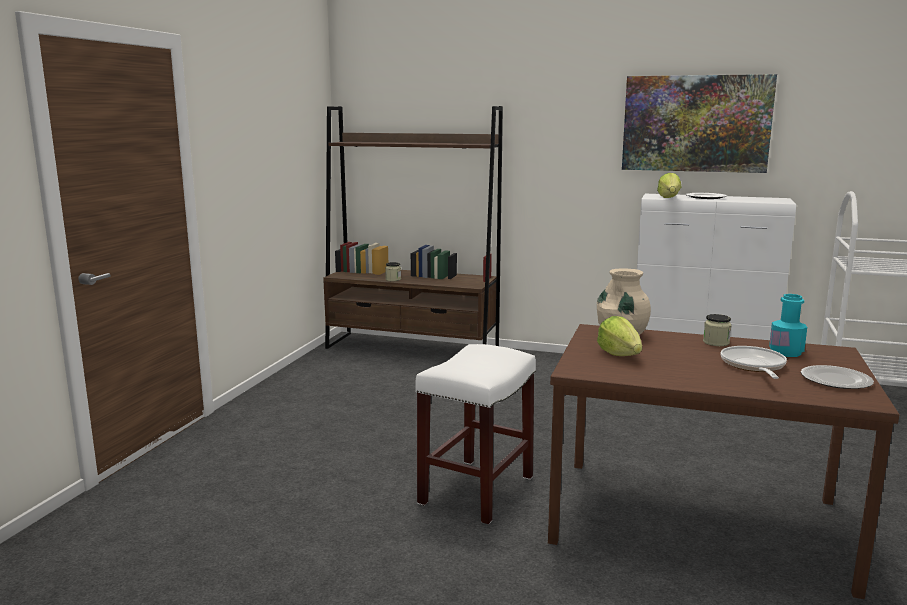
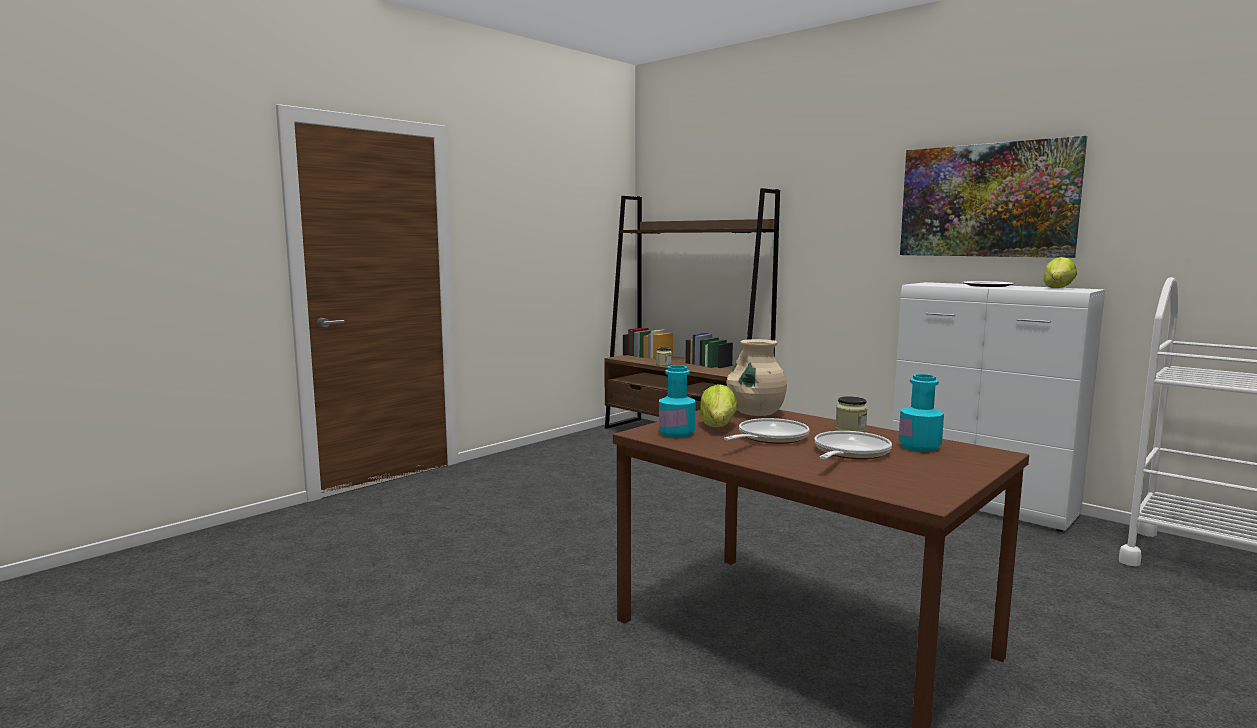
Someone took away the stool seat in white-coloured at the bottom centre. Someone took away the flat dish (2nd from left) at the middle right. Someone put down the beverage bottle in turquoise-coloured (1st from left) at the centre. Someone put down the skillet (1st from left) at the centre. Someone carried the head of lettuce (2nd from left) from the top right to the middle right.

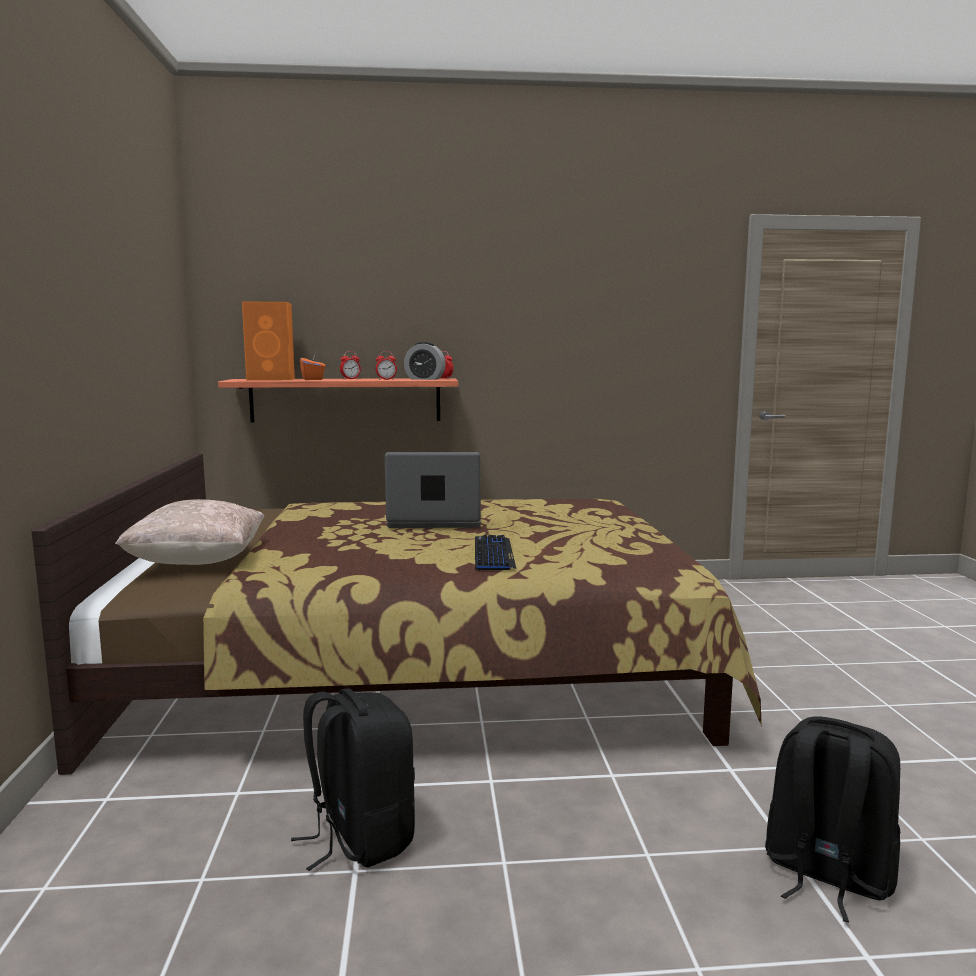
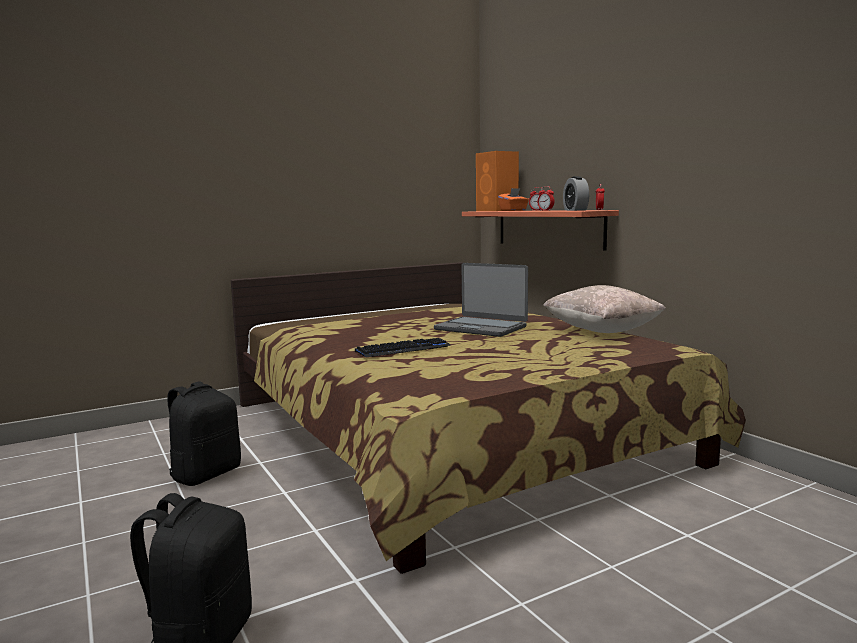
Someone carried the pillow in sand-coloured from the middle left to the middle right. Someone rotated the portable computer at the centre by 150 degrees clockwise.

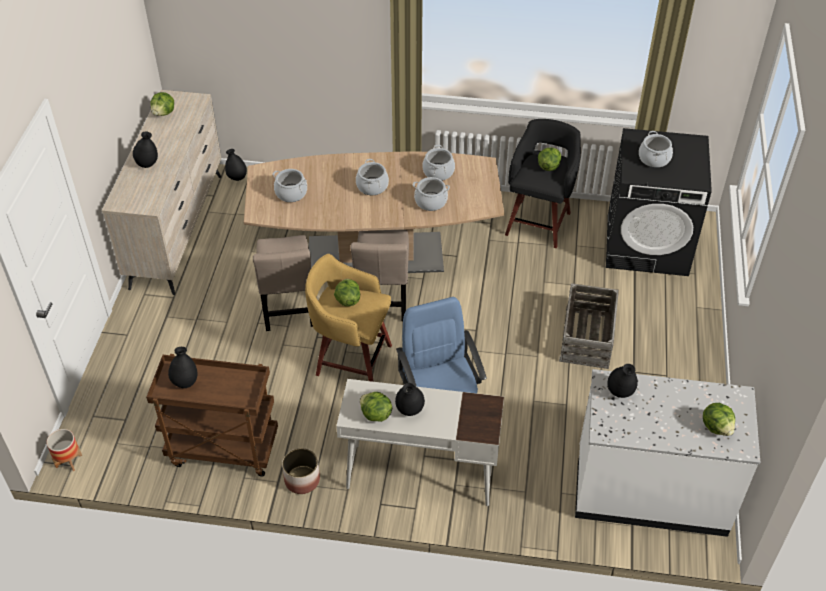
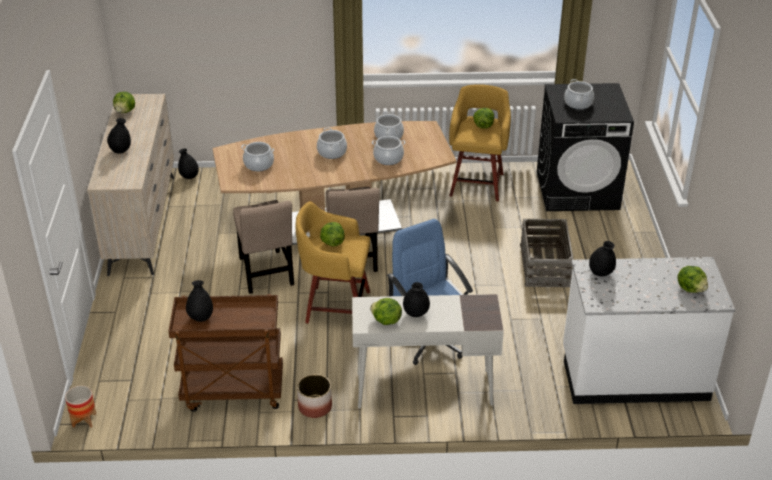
Someone repainted the stool seat in blackish at the top centre, which became the stool seat in yellow (2nd from left) at the top centre.

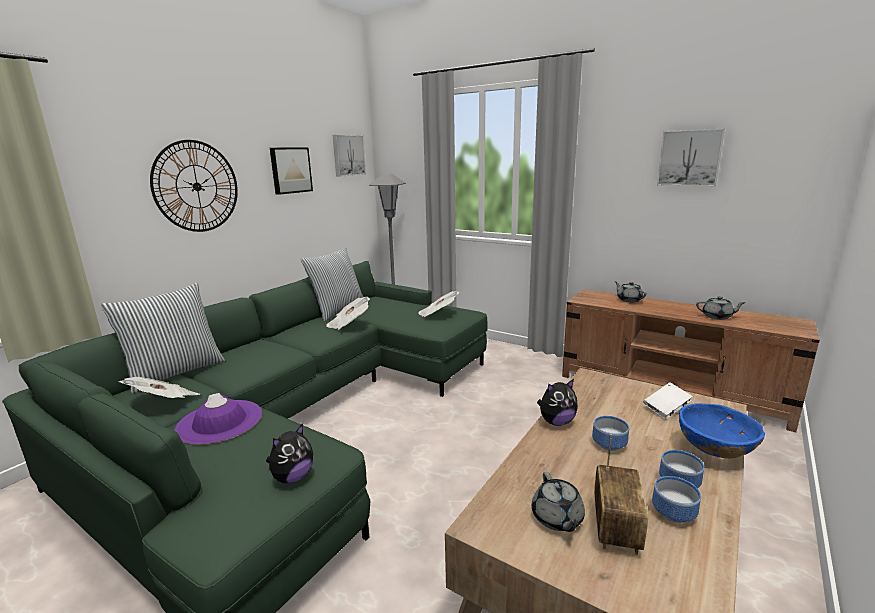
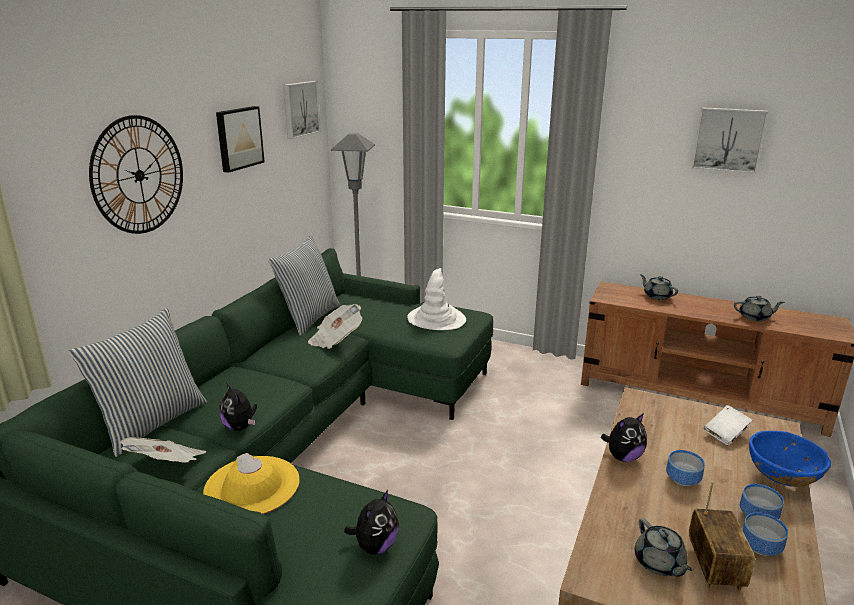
Someone put down the soft toy (1st from left) at the bottom left. Someone swapped the daily paper (3rd from left) at the centre for the hat in white-coloured at the centre. Someone repainted the hat in purple-coloured at the bottom left, which became the hat in yellow at the bottom left.

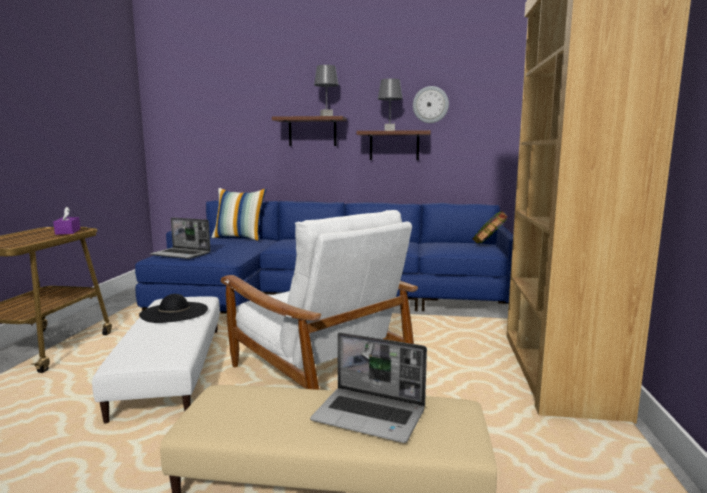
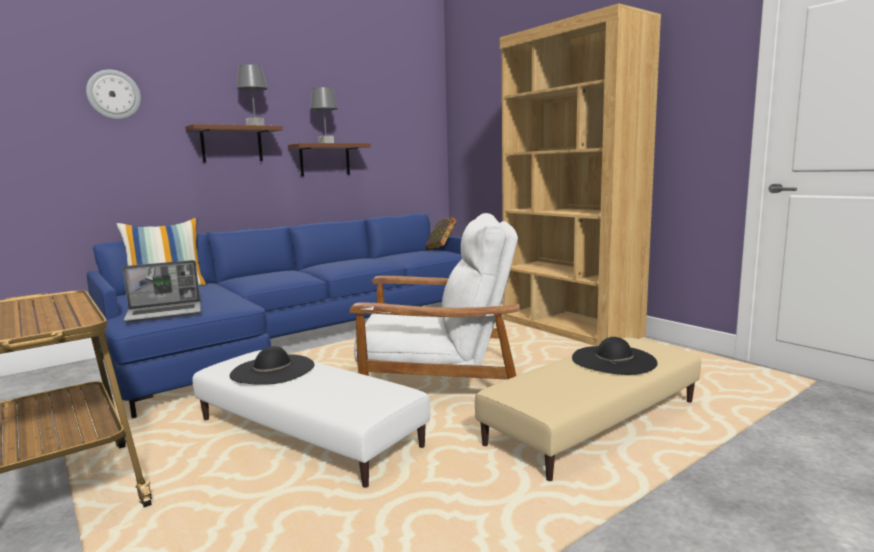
Someone took away the tissue holder in purple-coloured at the middle left. Someone carried the wall clock from the top centre to the top left. Someone swapped the portable computer (2nd from left) at the bottom centre for the hat in blackish (2nd from left) at the middle right.

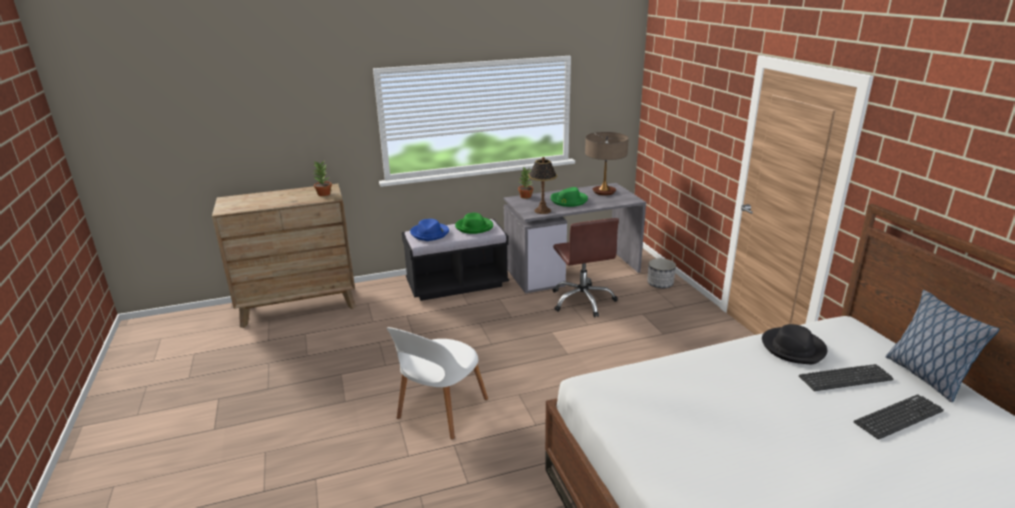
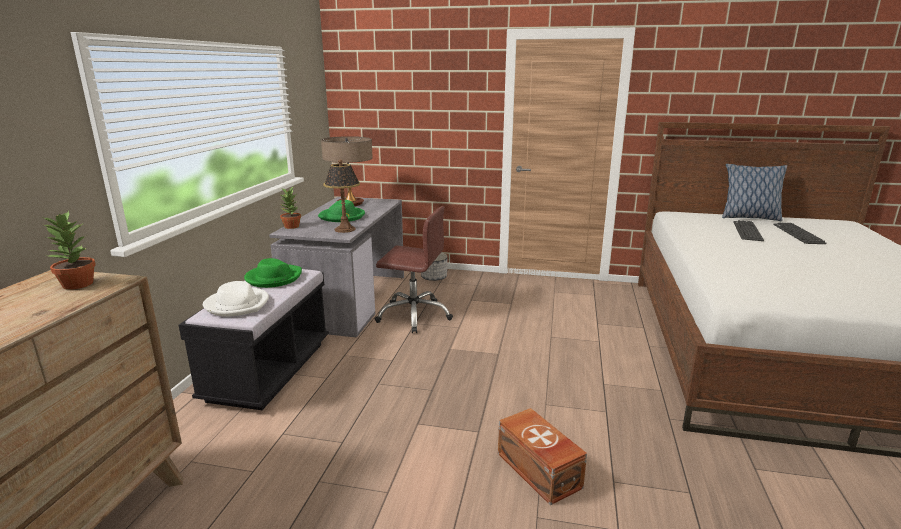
Someone took away the hat in blackish at the bottom right. Someone swapped the plain chair in white-coloured at the bottom centre for the storage container in brownish at the bottom centre. Someone repainted the hat in blue-coloured at the centre, which became the hat in white-coloured at the middle left.

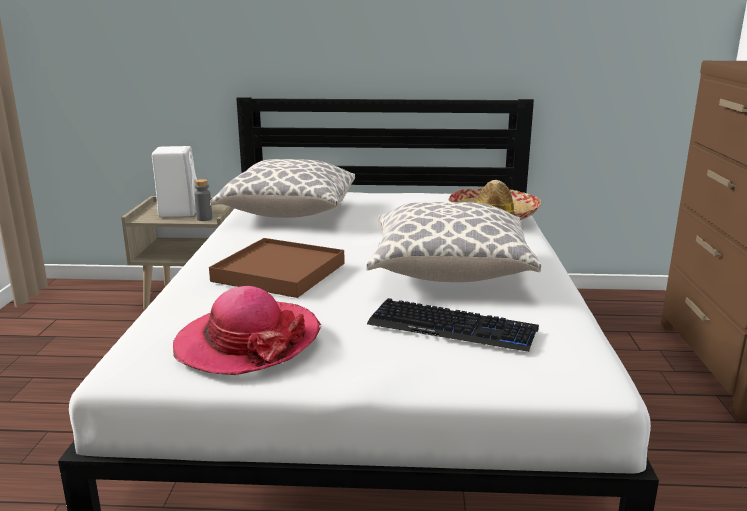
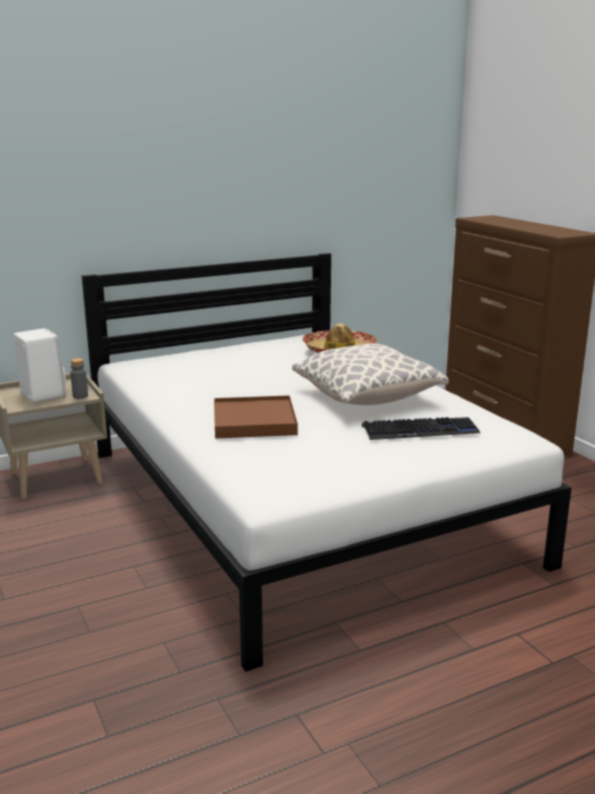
Someone took away the hat (1st from left) at the middle left. Someone took away the pillow (1st from left) at the centre.

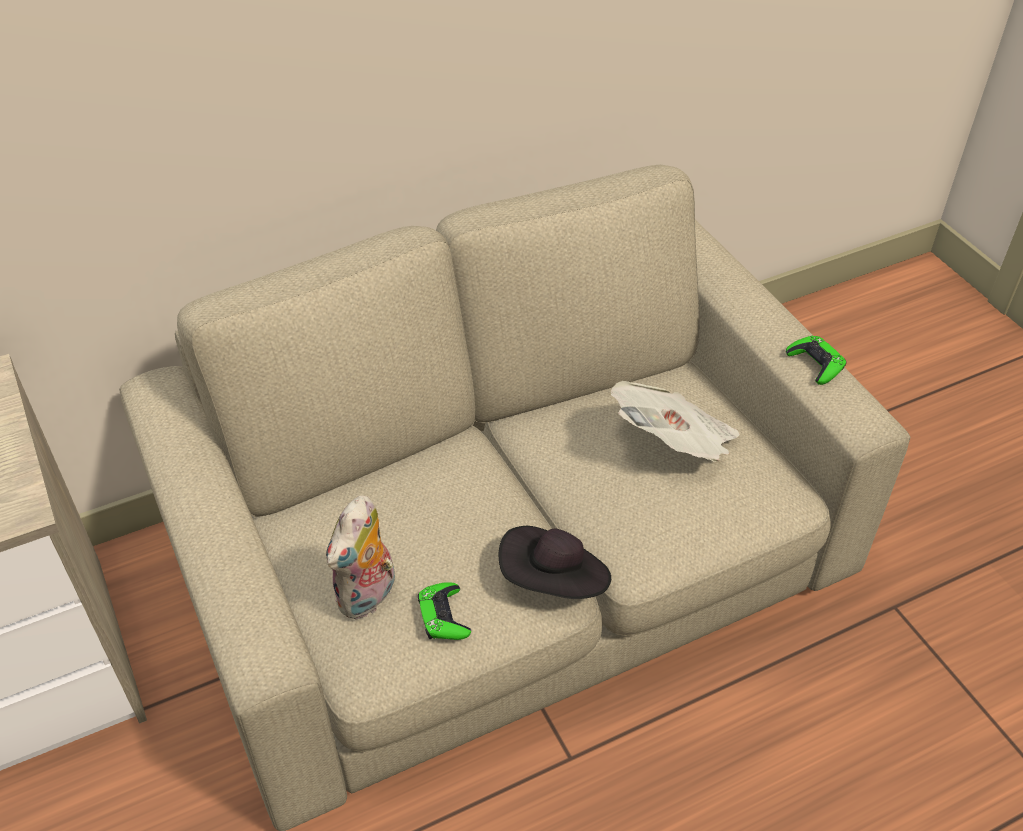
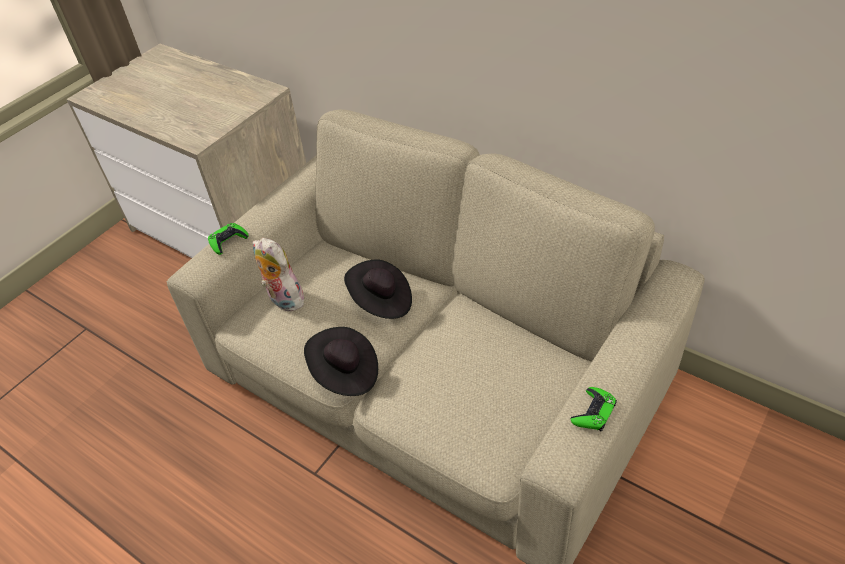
Someone took away the daily paper at the centre. Someone put down the hat in blackish (2nd from left) at the centre. Someone carried the joypad in greenish (1st from left) from the bottom centre to the middle left. Someone rotated the soft toy at the bottom centre by 45 degrees clockwise.

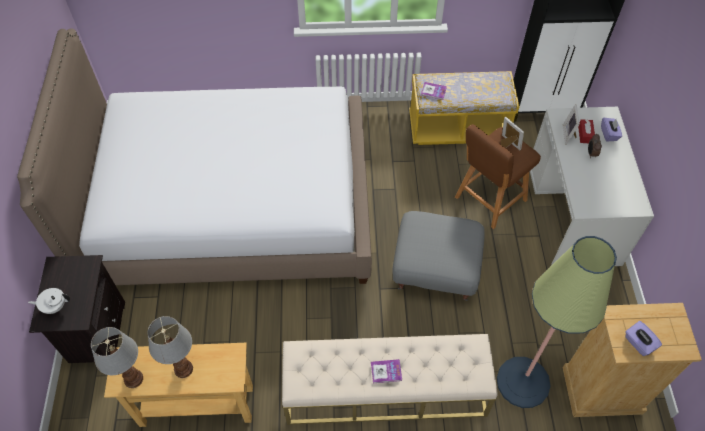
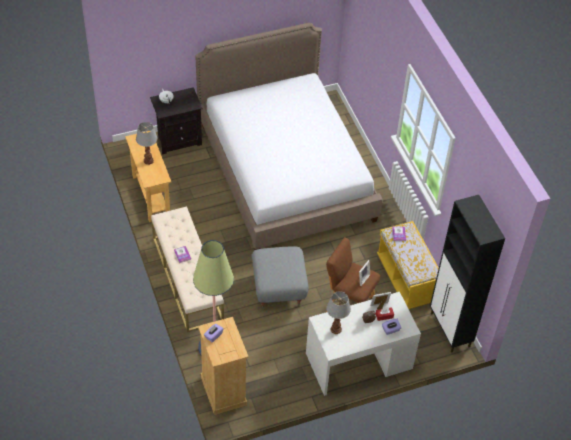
Someone carried the tabletop lamp (1st from left in the first image) from the bottom left to the bottom centre.

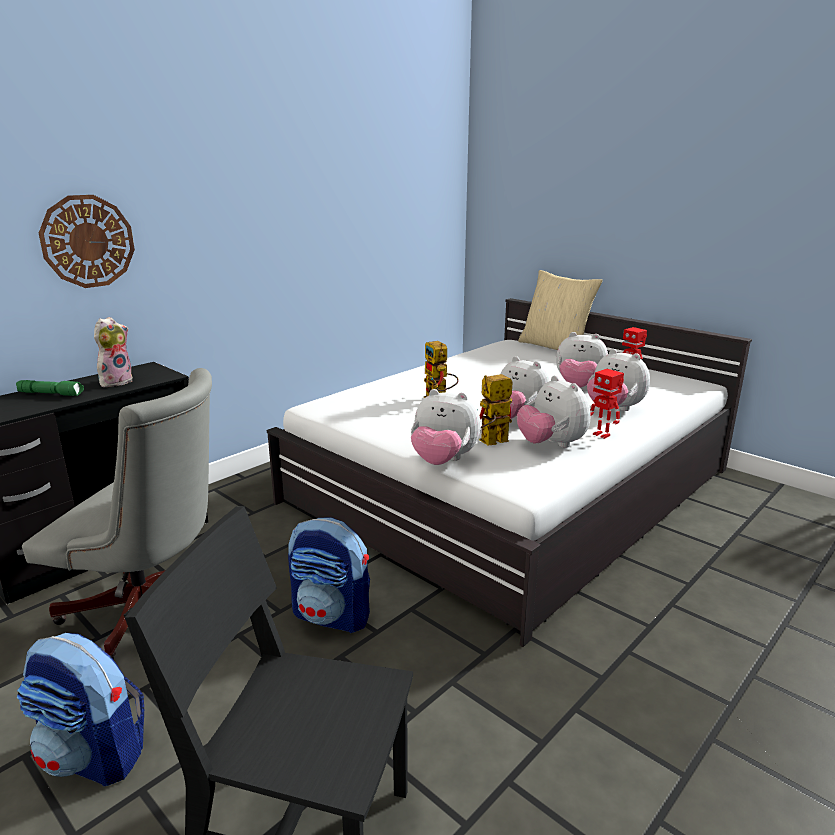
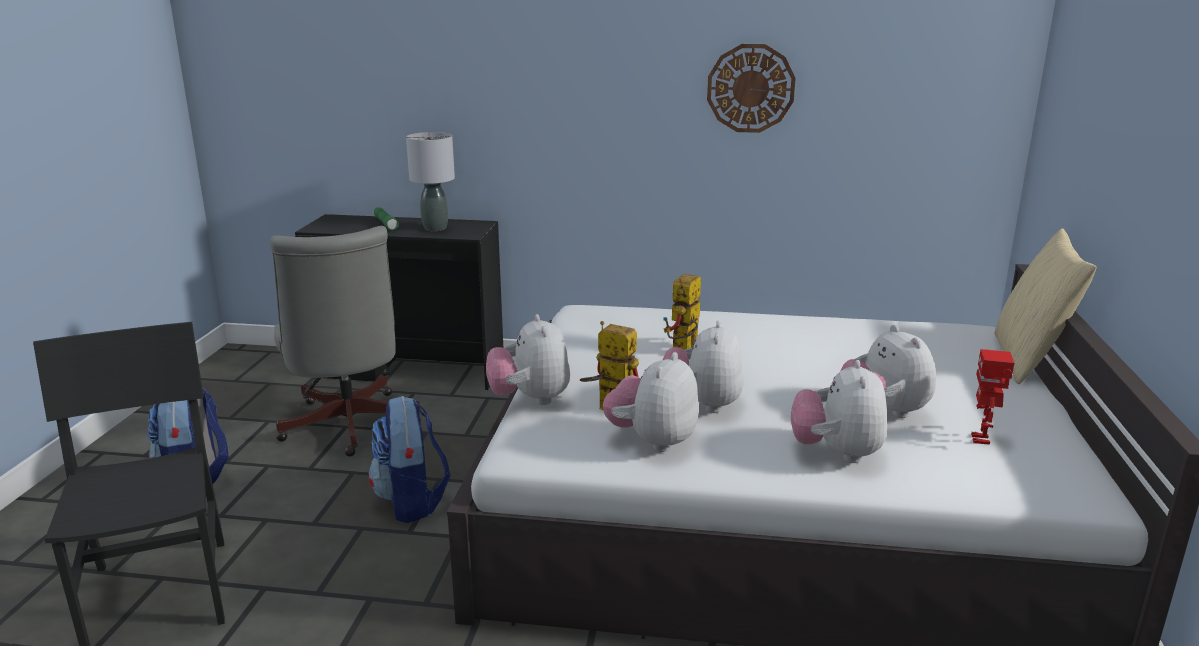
Someone took away the toy robot (3rd from left) at the middle right. Someone carried the wall clock from the top left to the top centre. Someone swapped the soft toy (1st from left) at the middle left for the tabletop lamp in greyish at the top centre.

